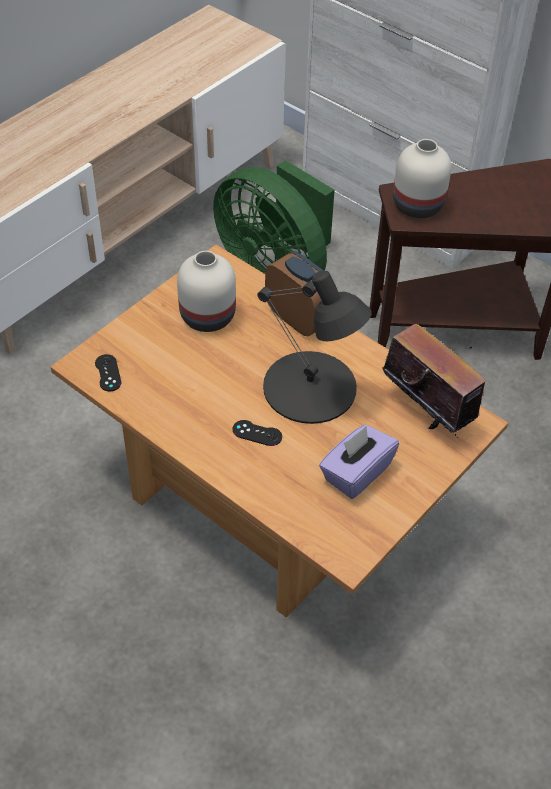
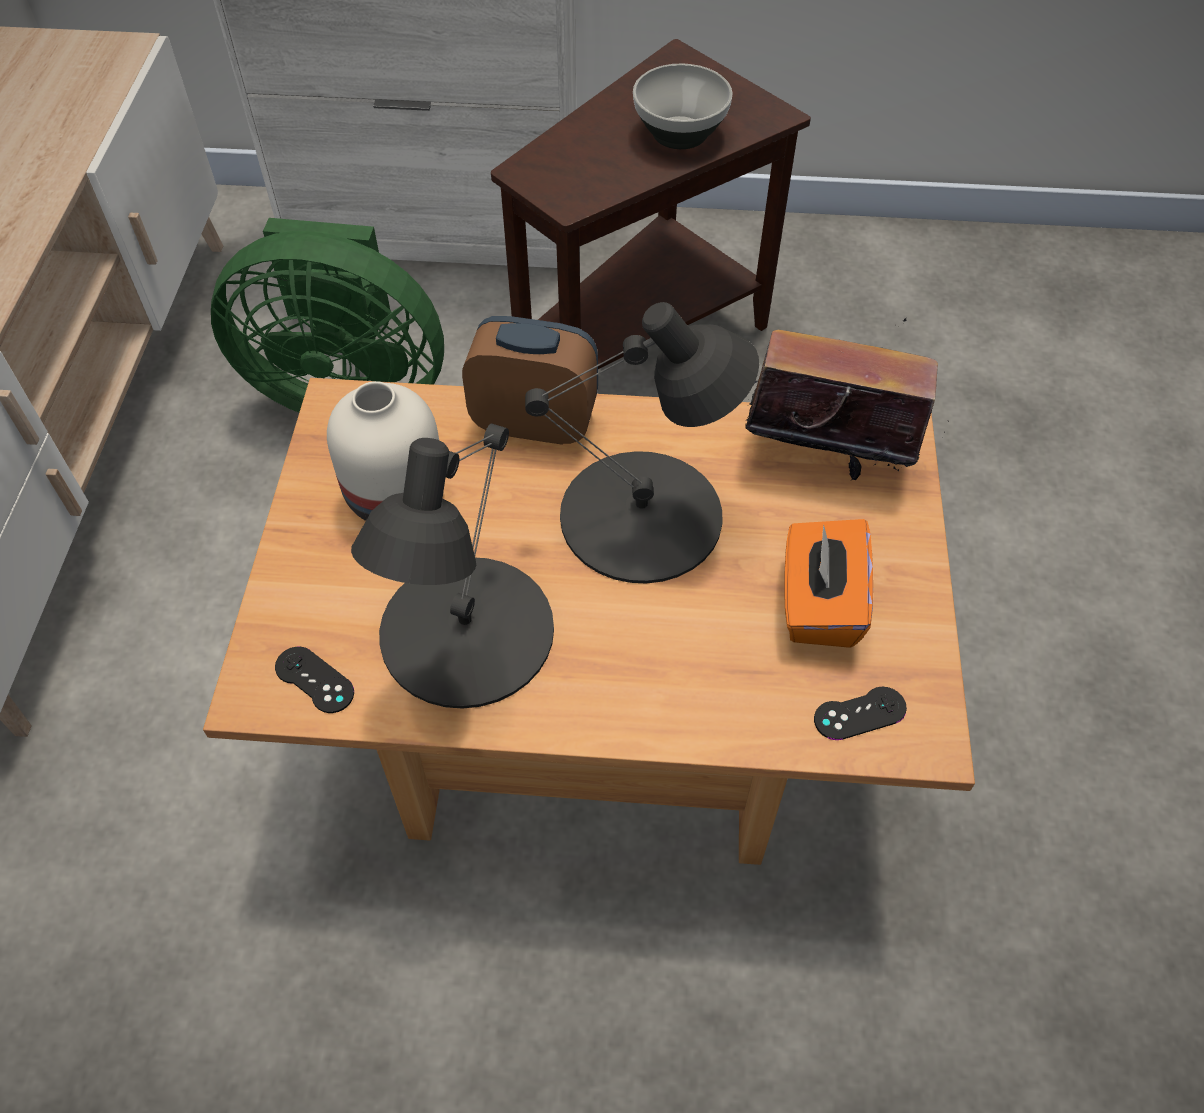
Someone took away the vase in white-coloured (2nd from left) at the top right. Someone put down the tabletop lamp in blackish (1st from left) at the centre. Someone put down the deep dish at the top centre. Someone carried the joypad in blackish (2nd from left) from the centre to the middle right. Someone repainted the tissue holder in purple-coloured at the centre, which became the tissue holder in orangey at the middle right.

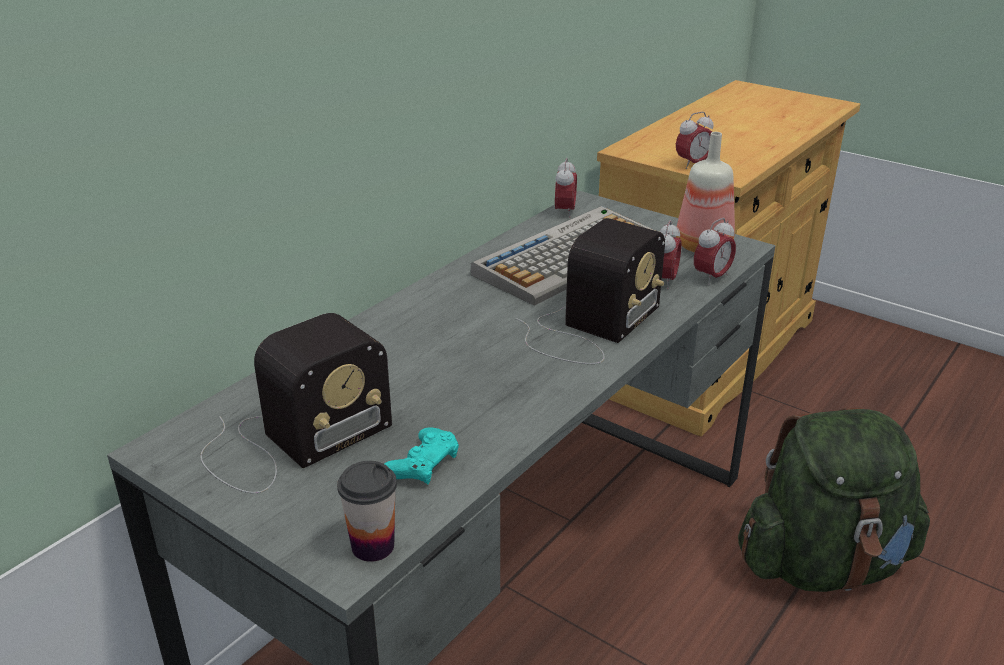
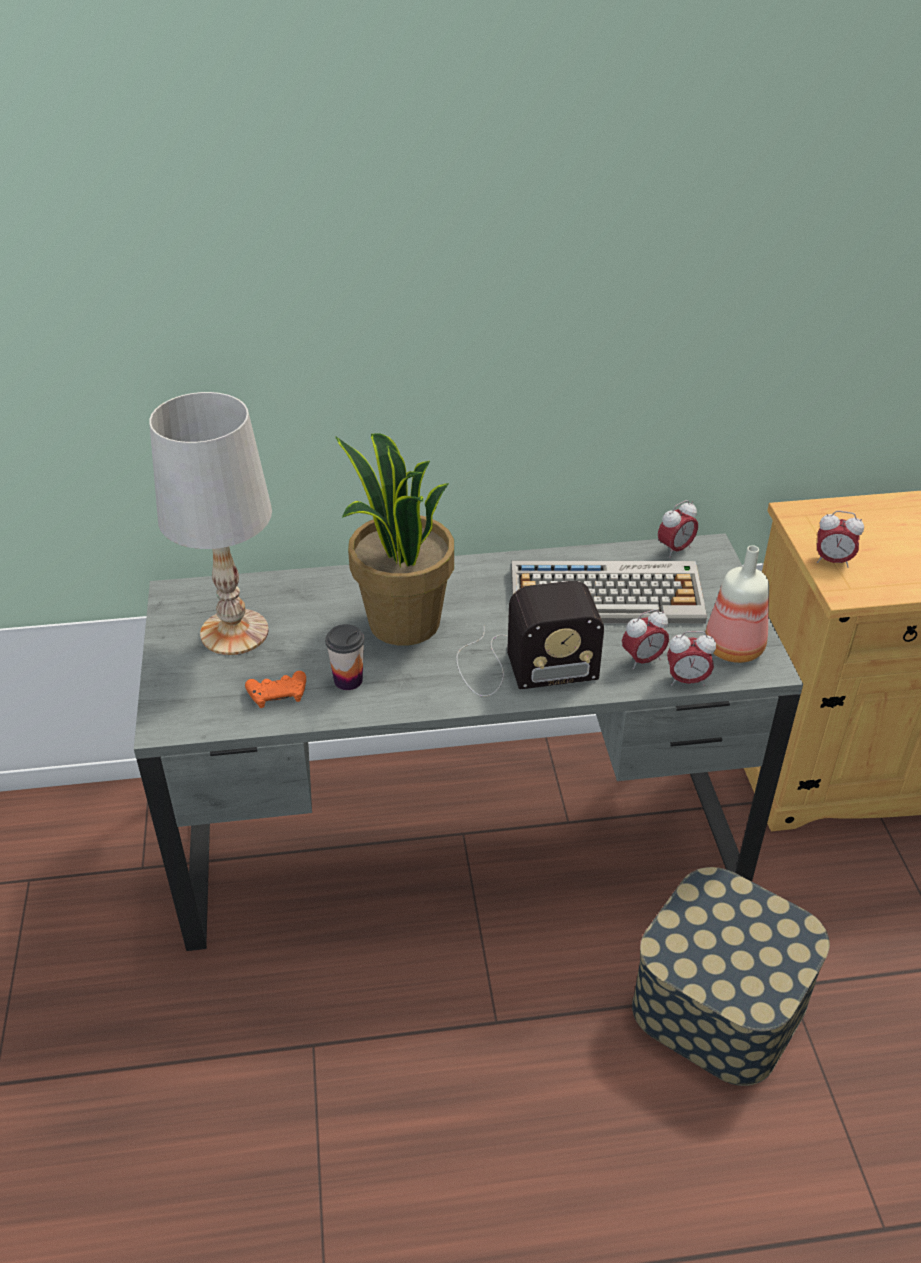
Someone put down the houseplant at the centre. Someone carried the small cup from the bottom centre to the centre. Someone swapped the radio receiver (1st from left) at the middle left for the tabletop lamp in white-coloured at the middle left. Someone swapped the knapsack in greenish at the bottom right for the storage container at the bottom right. Someone repainted the joypad in turquoise-coloured at the bottom centre, which became the joypad in orangey at the middle left.

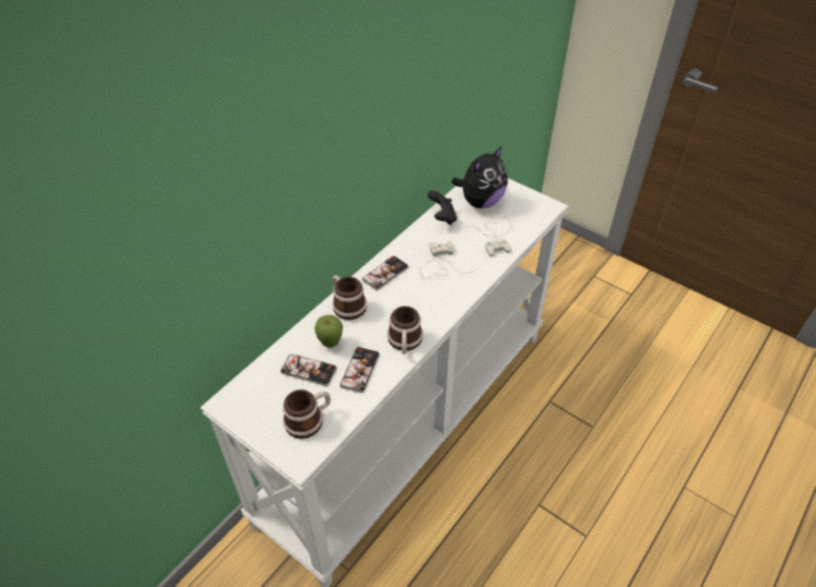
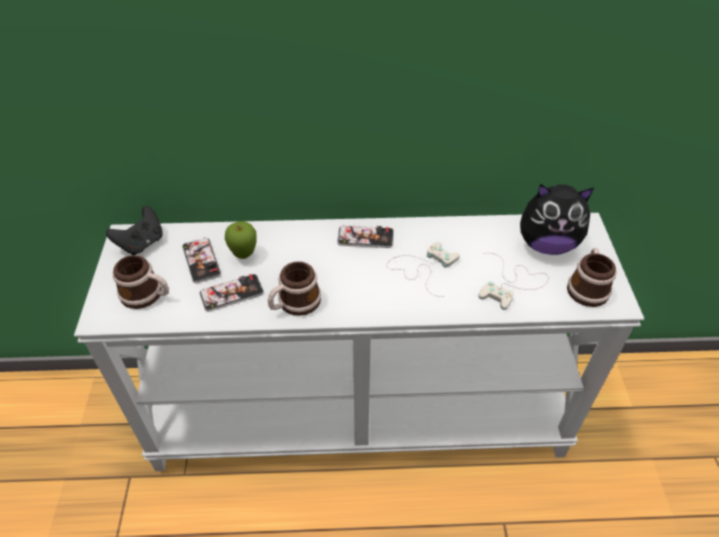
Someone carried the mug (2nd from left in the first image) from the centre to the middle right. Someone carried the joypad in blackish from the centre to the middle left.

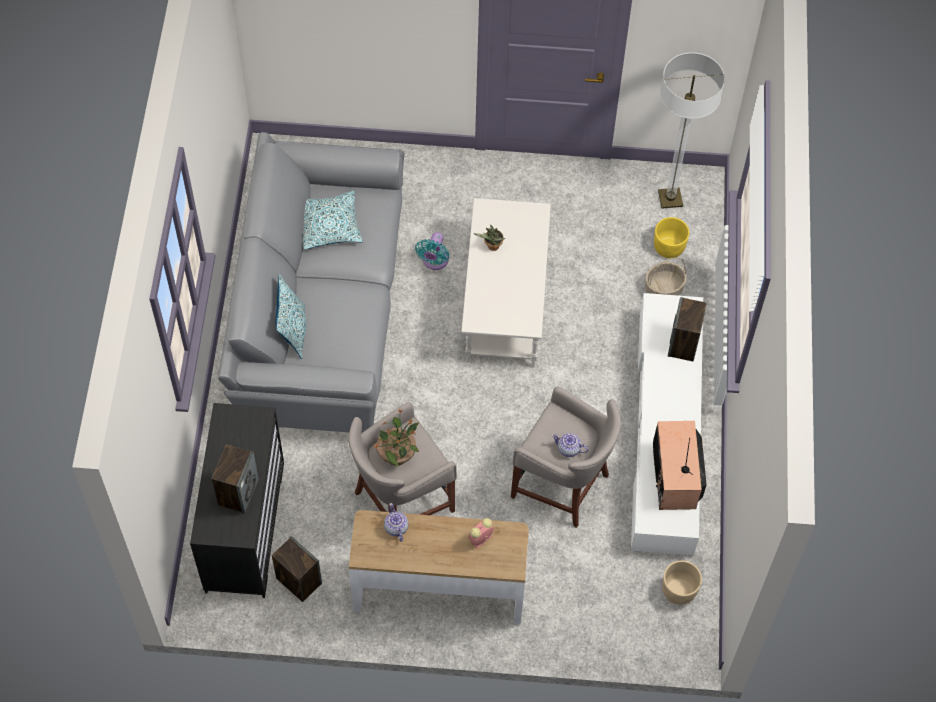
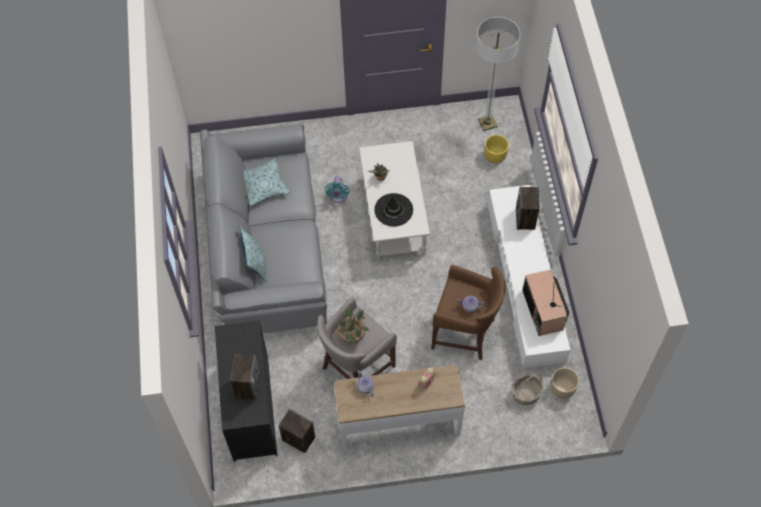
Someone put down the hat in blackish at the centre. Someone carried the storage basket from the middle right to the bottom right. Someone repainted the stool seat in greyish (2nd from left) at the centre, which became the stool seat in brownish at the centre.

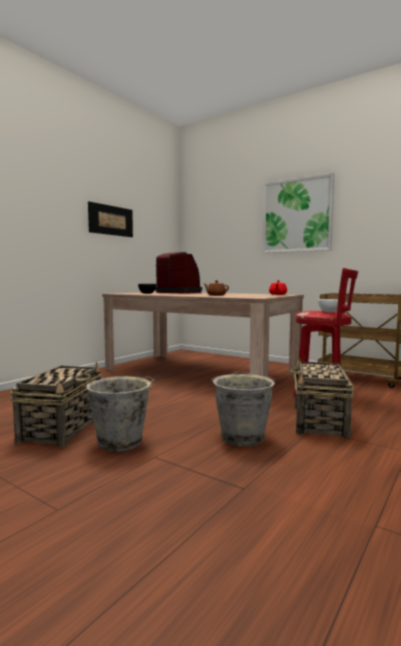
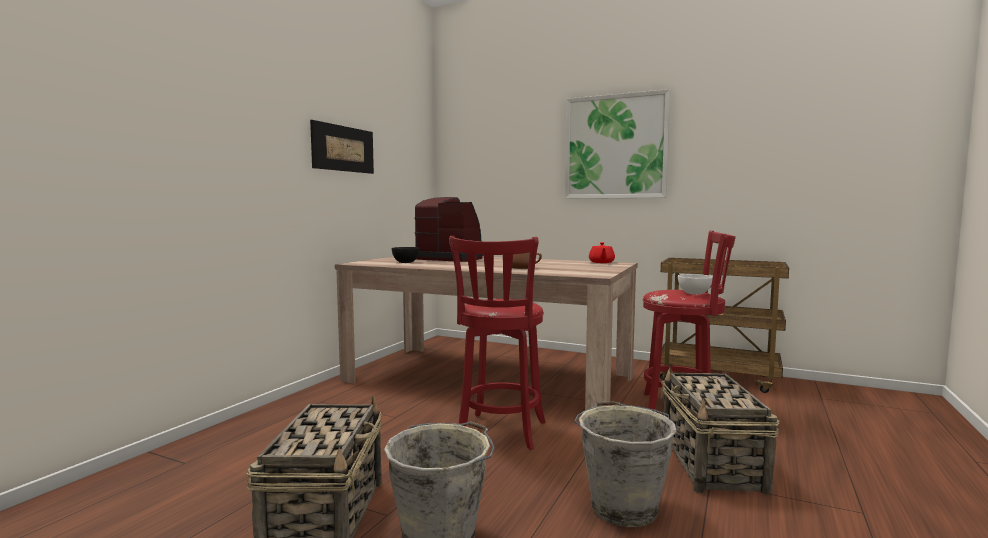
Someone put down the stool seat in reddish (1st from left) at the centre.

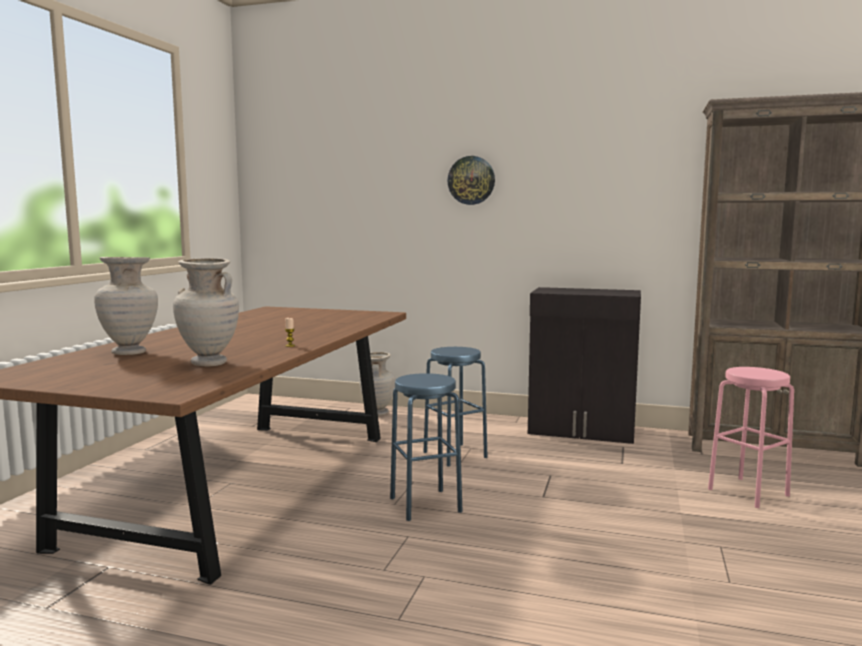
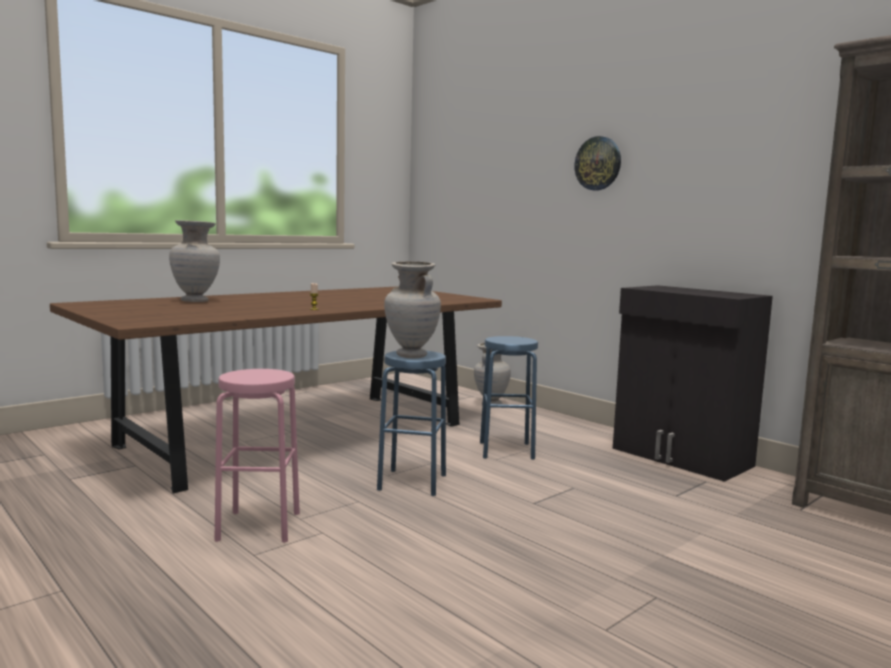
Someone carried the vase in sand-coloured (2nd from left) from the middle left to the centre. Someone carried the stool seat in pink-coloured from the bottom right to the bottom left.

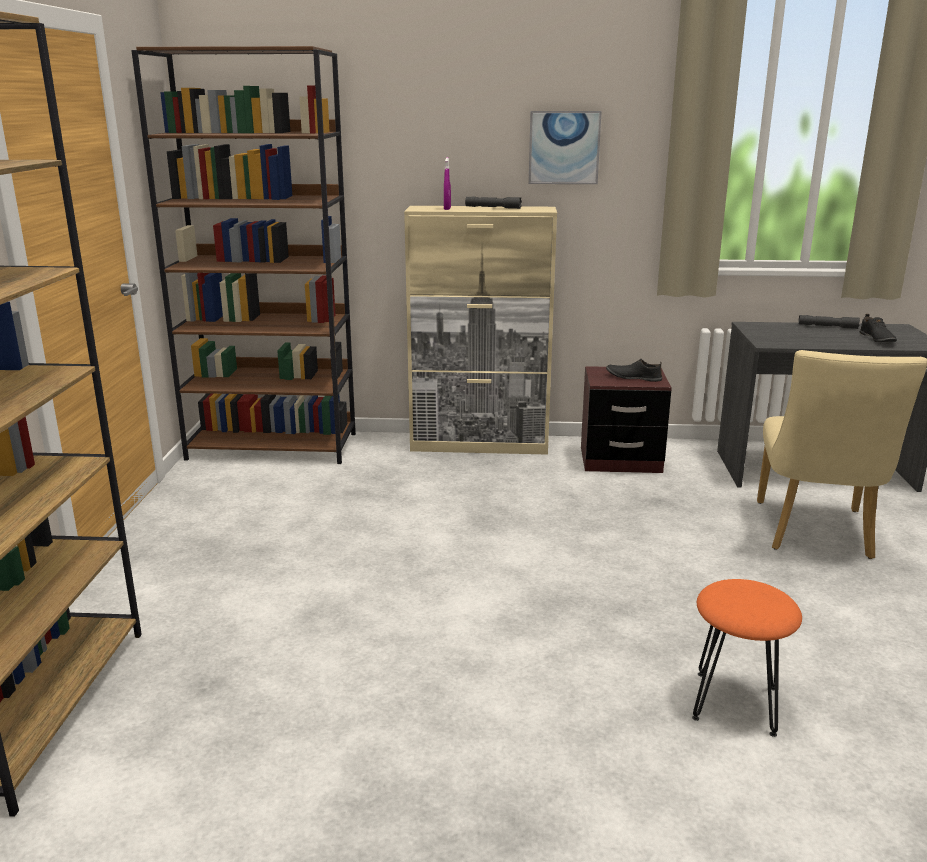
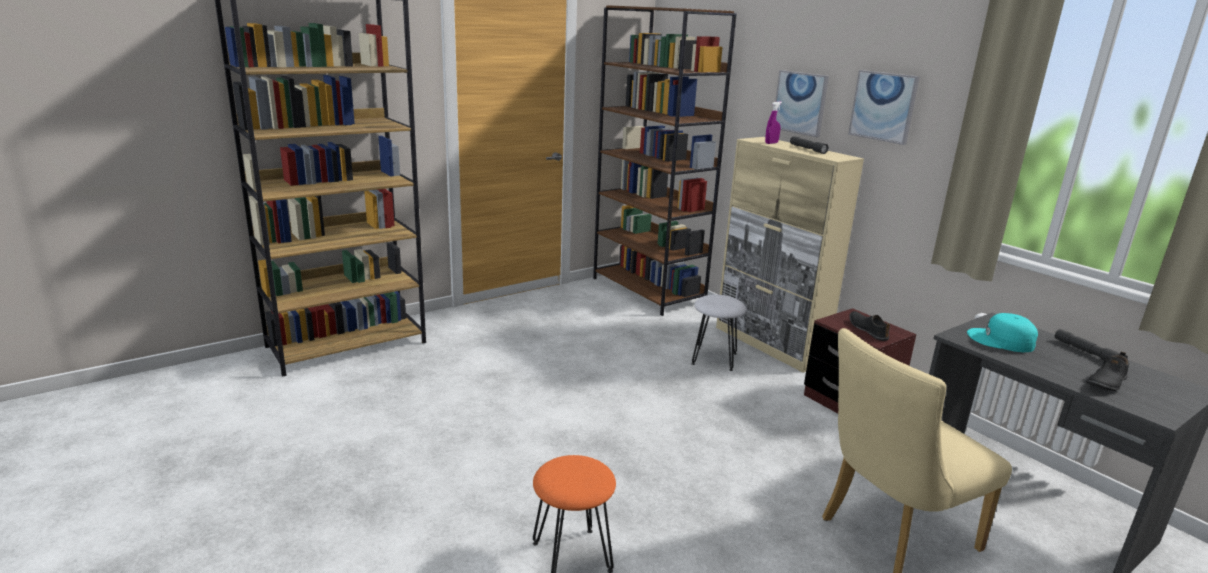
Someone put down the stool seat in white-coloured at the centre. Someone put up the wall art (1st from left) at the top centre. Someone put down the peaked cap in turquoise-coloured at the middle right.

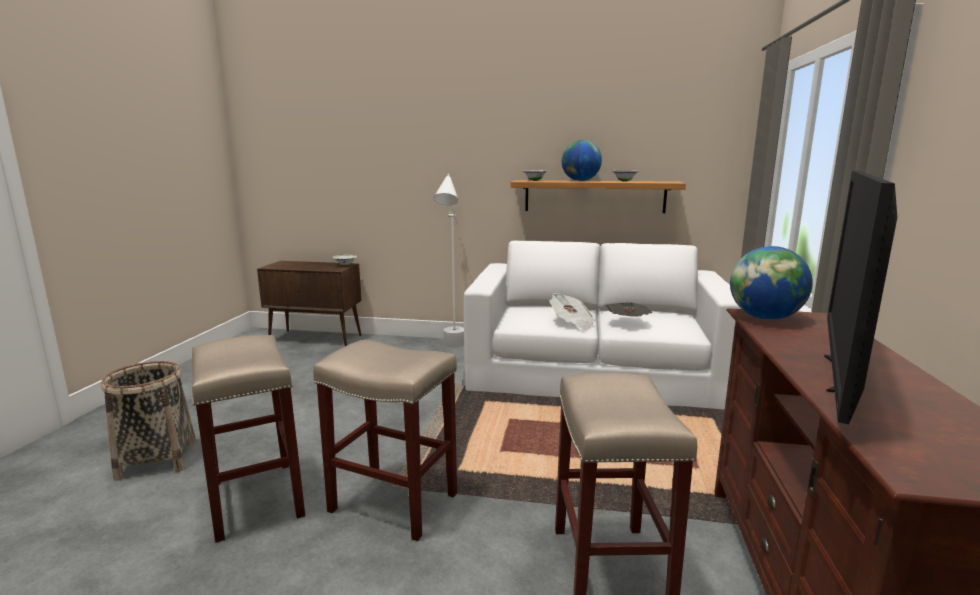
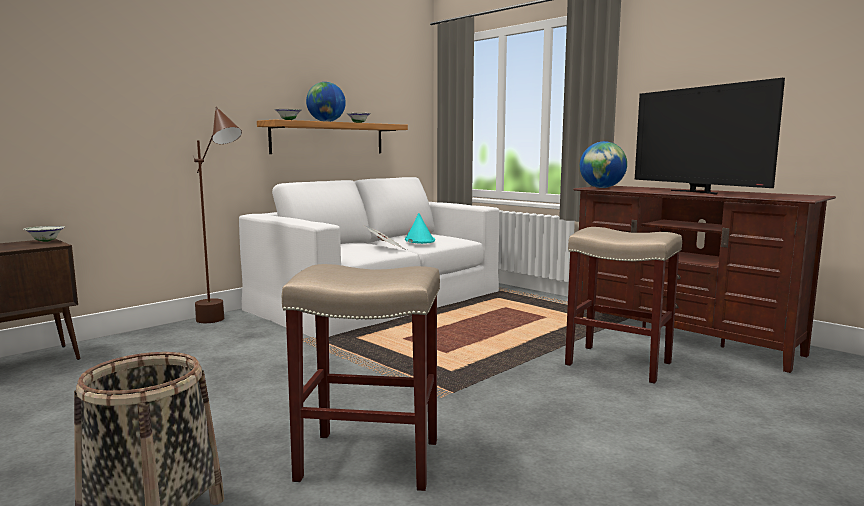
Someone took away the stool seat in sand-coloured (2nd from left) at the bottom centre. Someone swapped the daily paper (2nd from left) at the centre for the hat in turquoise-coloured at the centre. Someone repainted the standing lamp in white-coloured at the centre, which became the standing lamp in brownish at the middle left.

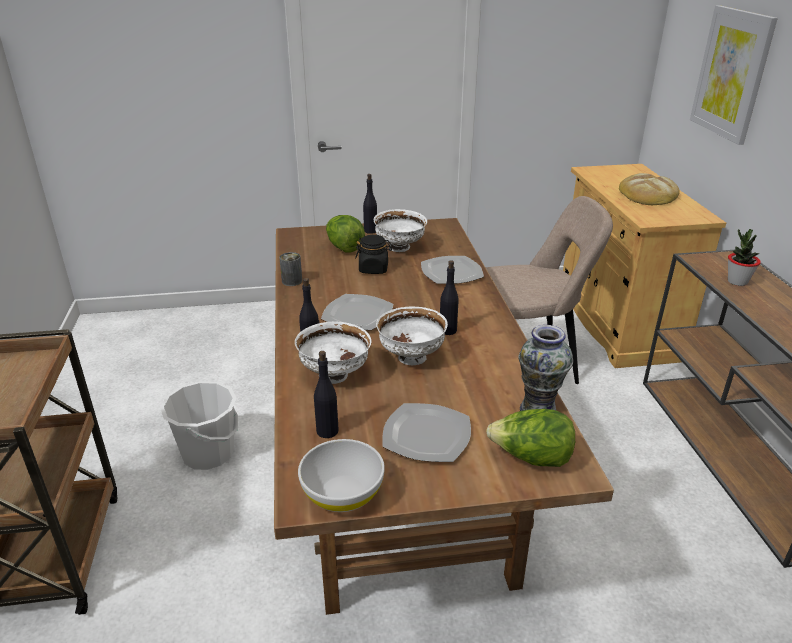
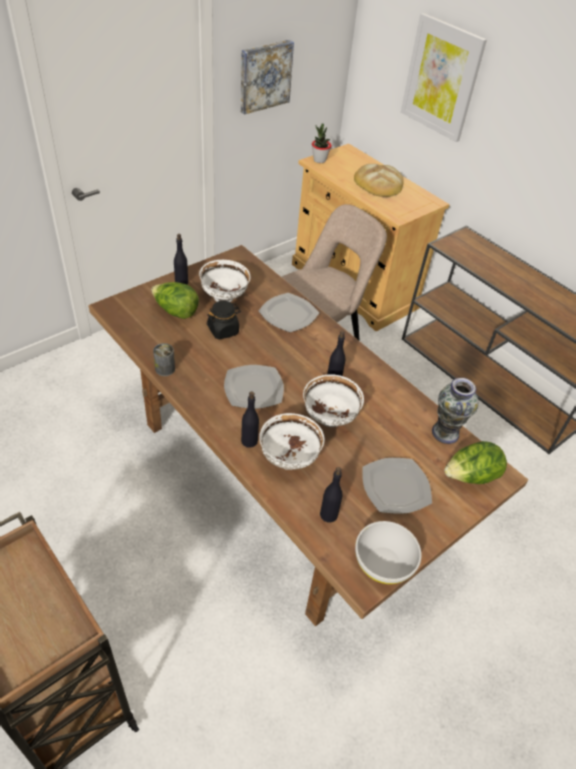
Someone took away the water bucket in white-coloured at the middle left. Someone put up the wall art (1st from left) at the top centre. Someone carried the houseplant from the middle right to the top centre.

